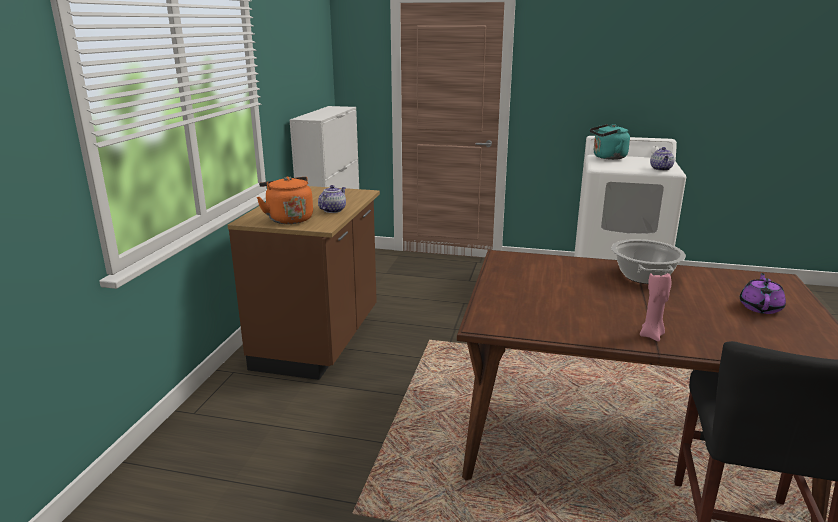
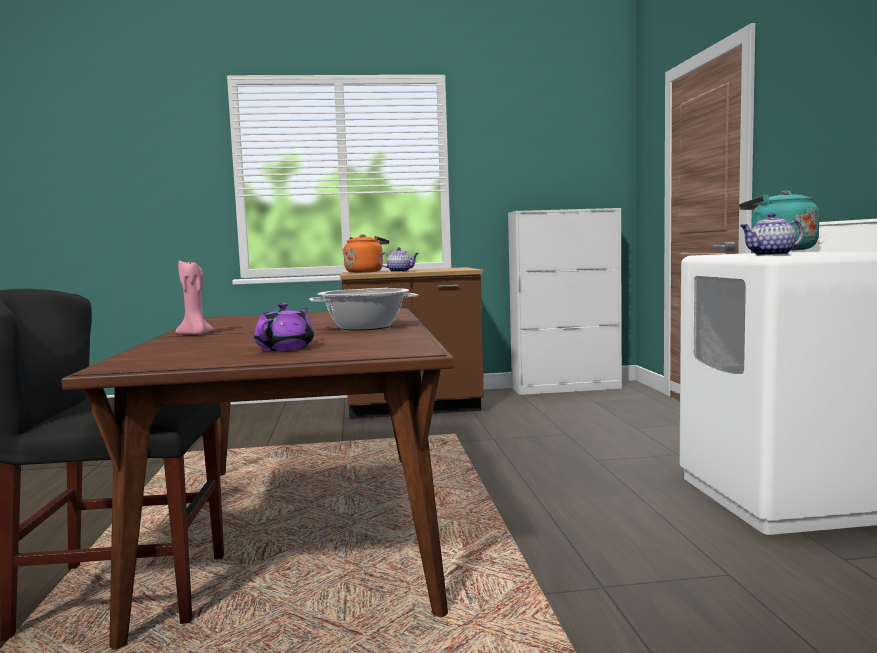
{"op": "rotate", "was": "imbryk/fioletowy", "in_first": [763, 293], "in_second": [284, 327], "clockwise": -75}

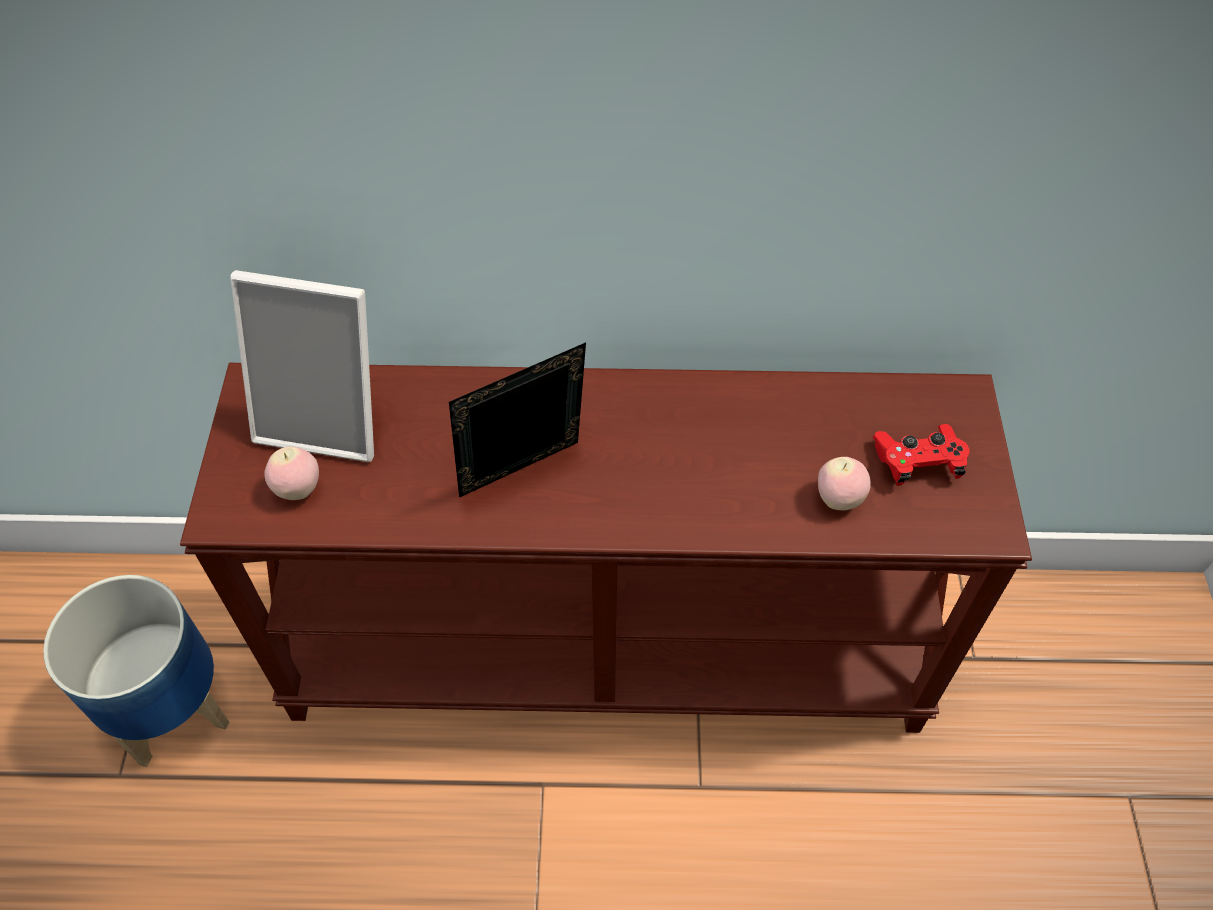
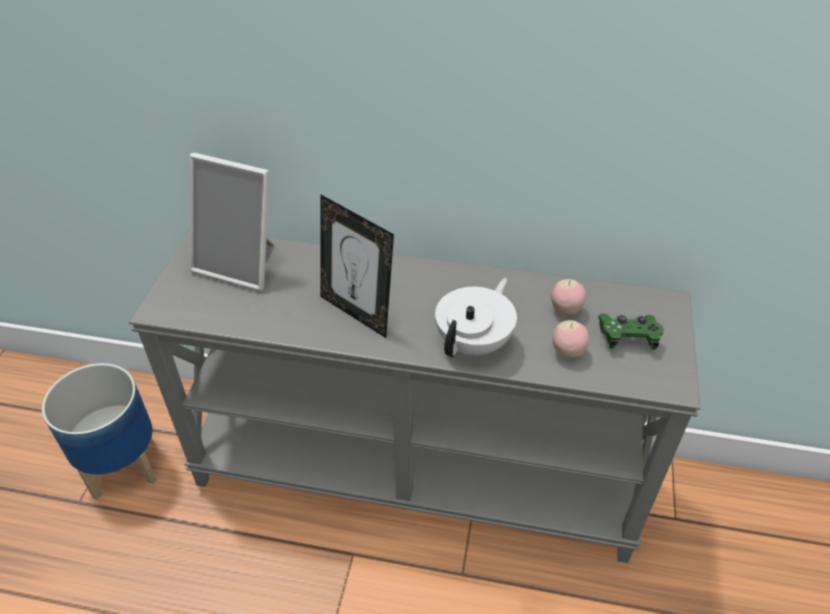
{"op": "recolor", "was": "stolik konsolowy/brązowy", "now": "stolik konsolowy/szary", "in_first": [606, 548], "in_second": [415, 395]}
{"op": "move", "was": "jabłko", "in_first": [291, 473], "in_second": [568, 297]}
{"op": "rotate", "was": "ramka na zdjęcie", "in_first": [517, 420], "in_second": [357, 266], "clockwise": -120}
{"op": "recolor", "was": "pad do gier/czerwony", "now": "pad do gier/zielony", "in_first": [921, 455], "in_second": [631, 332]}
{"op": "insert", "now": "imbryk/biały", "in_second": [476, 318]}

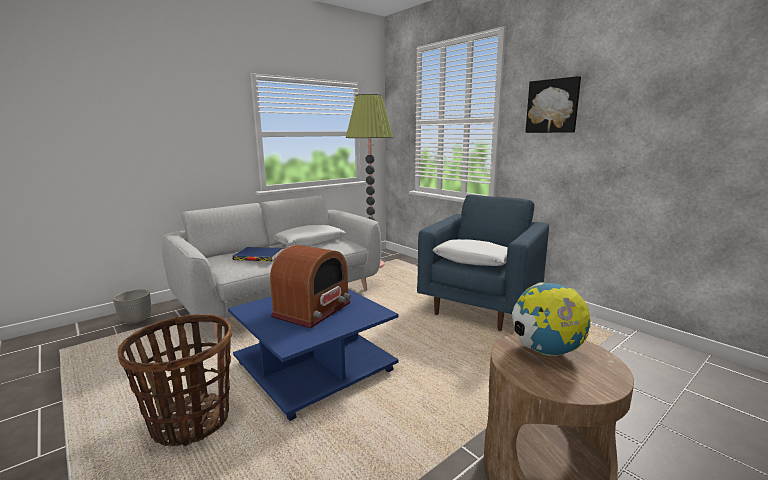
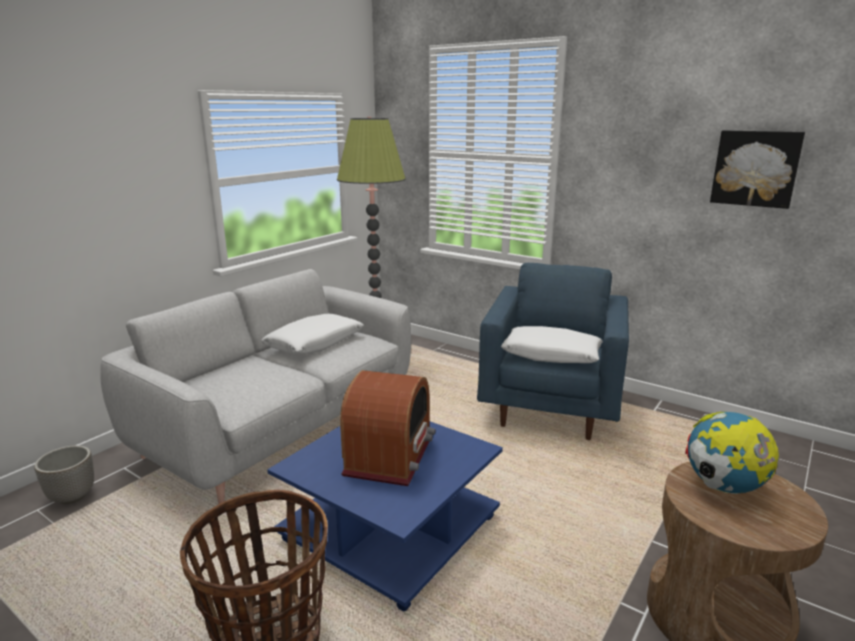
{"op": "delete", "was": "książka/niebieski", "in_first": [257, 254]}
{"op": "move", "was": "obraz", "in_first": [553, 104], "in_second": [757, 169]}

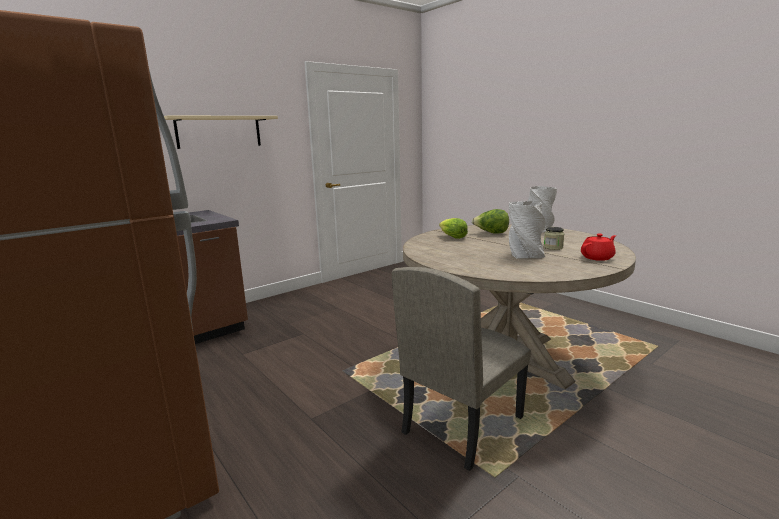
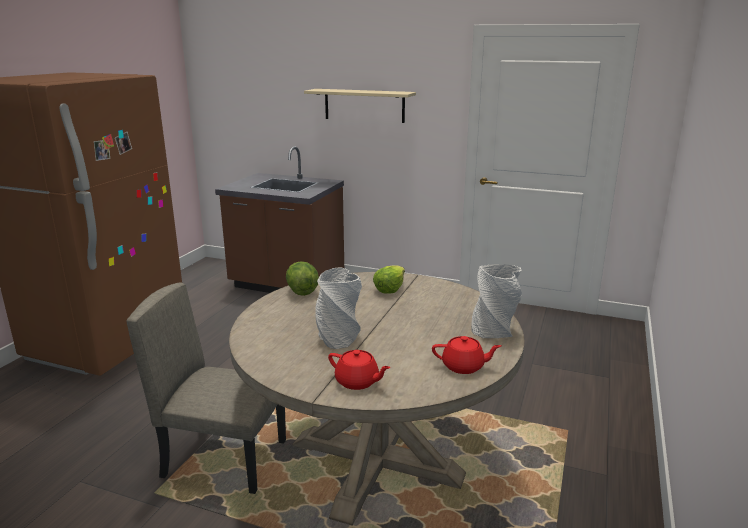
{"op": "move", "was": "sałata", "in_first": [490, 221], "in_second": [302, 278]}
{"op": "delete", "was": "słoik", "in_first": [554, 238]}
{"op": "insert", "now": "imbryk/czerwony", "in_second": [466, 355]}

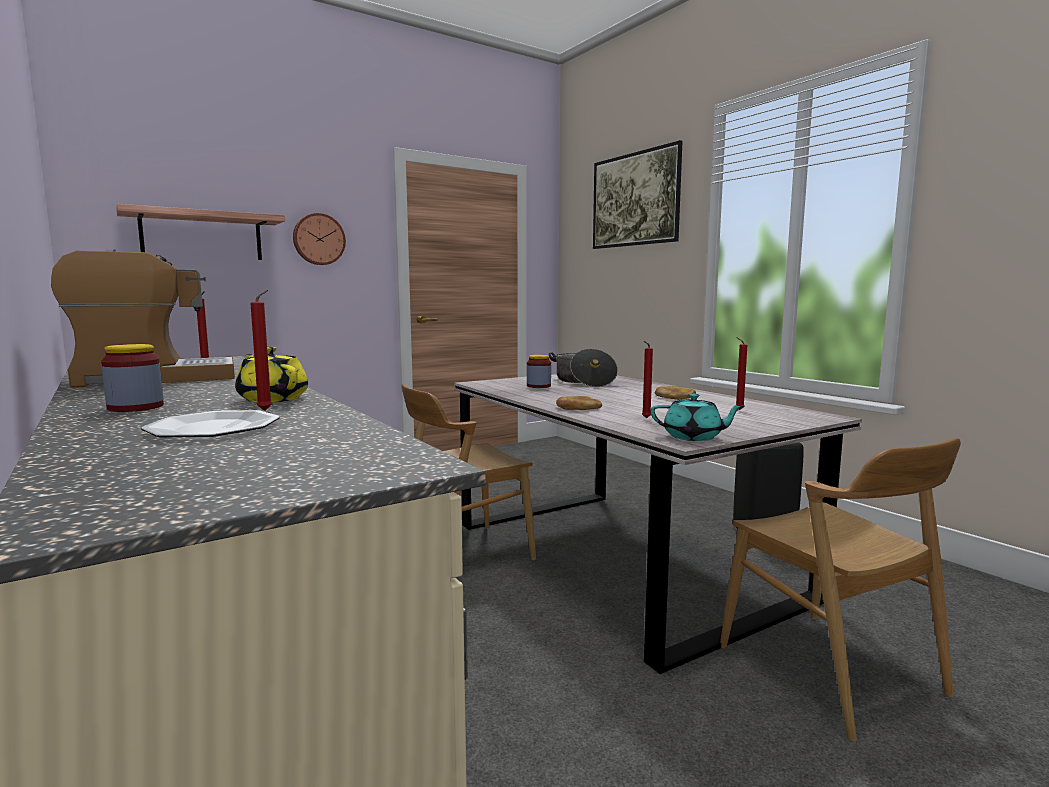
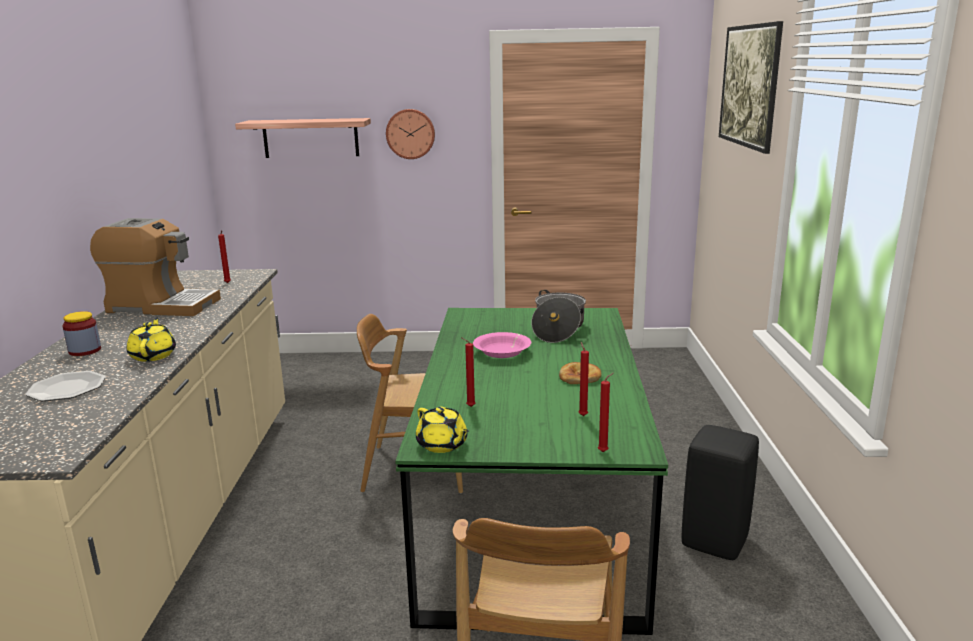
{"op": "move", "was": "świeca/czerwony", "in_first": [261, 350], "in_second": [605, 412]}
{"op": "recolor", "was": "stół jadalny/szary", "now": "stół jadalny/zielony", "in_first": [658, 524], "in_second": [531, 471]}
{"op": "delete", "was": "słoik", "in_first": [539, 371]}
{"op": "delete", "was": "chleb", "in_first": [579, 403]}
{"op": "recolor", "was": "imbryk/turkusowy", "now": "imbryk/żółty", "in_first": [697, 417], "in_second": [442, 430]}
{"op": "insert", "now": "miska/różowy", "in_second": [502, 345]}

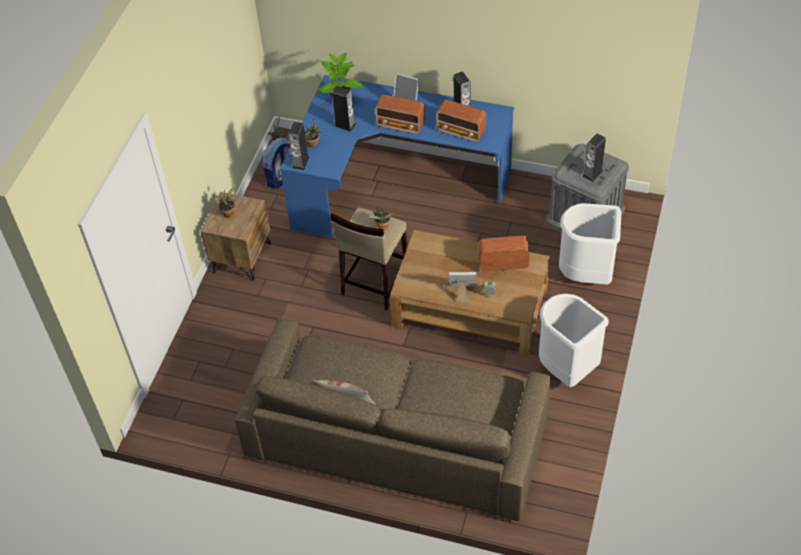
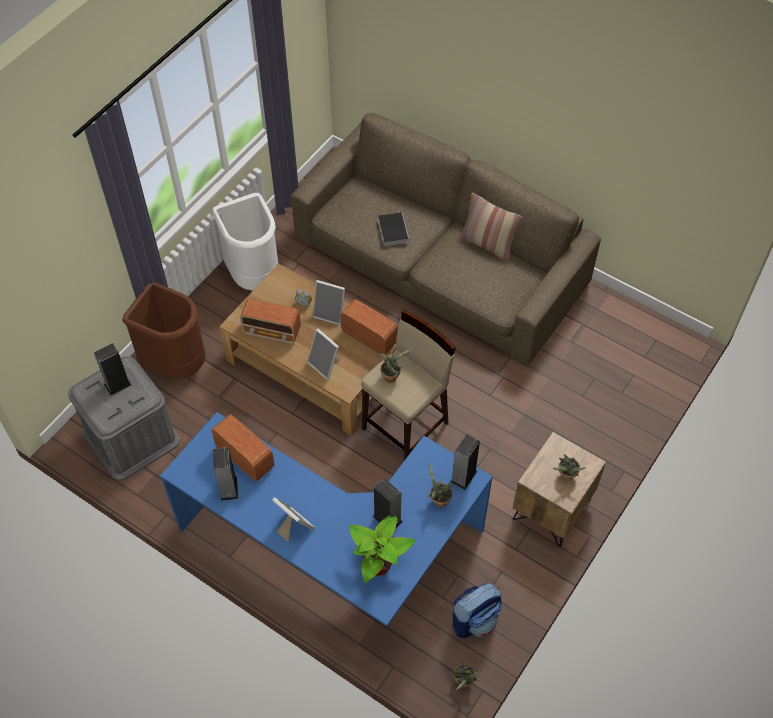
{"op": "move", "was": "radio", "in_first": [400, 114], "in_second": [369, 326]}
{"op": "recolor", "was": "kosz na śmieci/biały", "now": "kosz na śmieci/brązowy", "in_first": [590, 244], "in_second": [163, 330]}
{"op": "insert", "now": "ramka na zdjęcie", "in_second": [323, 354]}
{"op": "insert", "now": "książka", "in_second": [393, 228]}

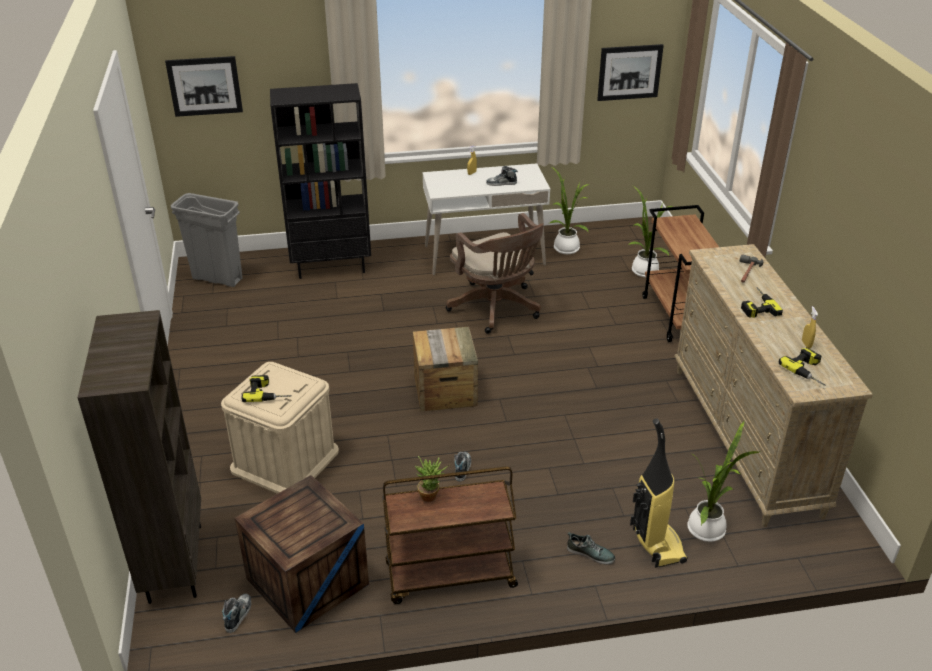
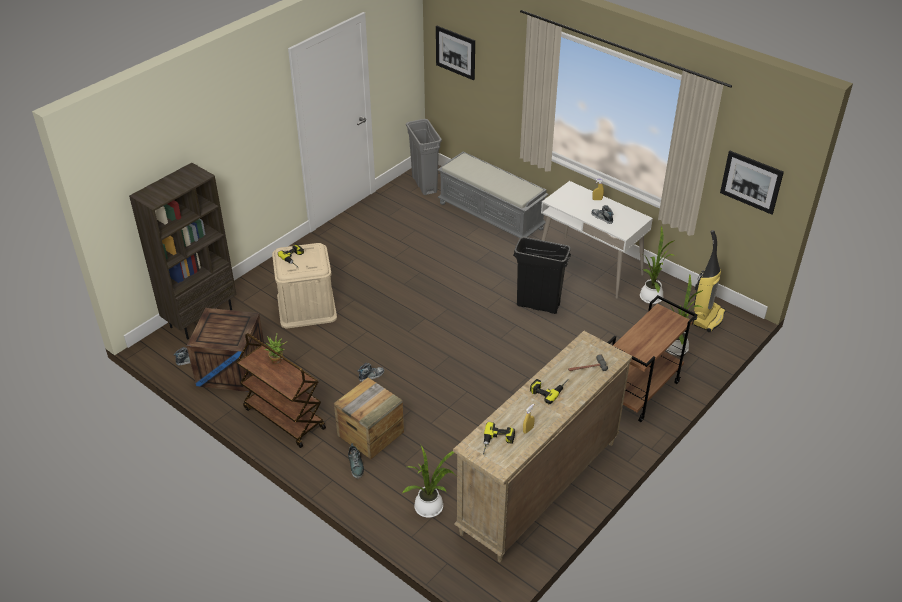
{"op": "replace", "was": "regał/czarny", "now": "ławka/szary", "in_first": [320, 181], "in_second": [493, 195]}
{"op": "move", "was": "skrzynka", "in_first": [445, 369], "in_second": [369, 418]}
{"op": "replace", "was": "krzesło biurowe/brązowy", "now": "kosz na śmieci/czarny", "in_first": [495, 273], "in_second": [542, 275]}
{"op": "move", "was": "odkurzacz", "in_first": [658, 493], "in_second": [709, 281]}

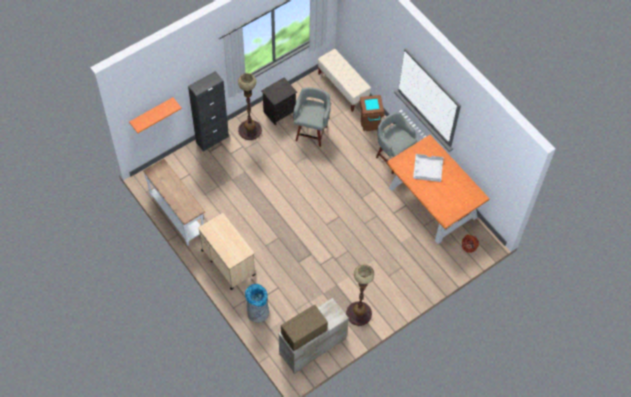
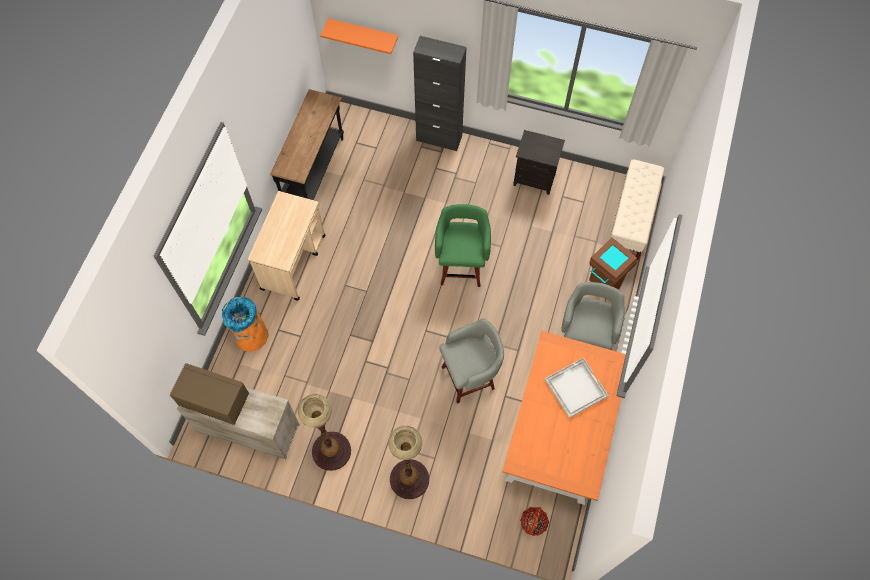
{"op": "recolor", "was": "stolik konsolowy/biały", "now": "stolik konsolowy/czarny", "in_first": [174, 202], "in_second": [307, 144]}
{"op": "move", "was": "lampa stojąca", "in_first": [250, 106], "in_second": [408, 462]}
{"op": "recolor", "was": "kosz na śmieci/szary", "now": "kosz na śmieci/pomarańczowy", "in_first": [257, 303], "in_second": [245, 324]}
{"op": "move", "was": "stołek/szary", "in_first": [312, 117], "in_second": [471, 361]}
{"op": "insert", "now": "stołek/zielony", "in_second": [463, 245]}

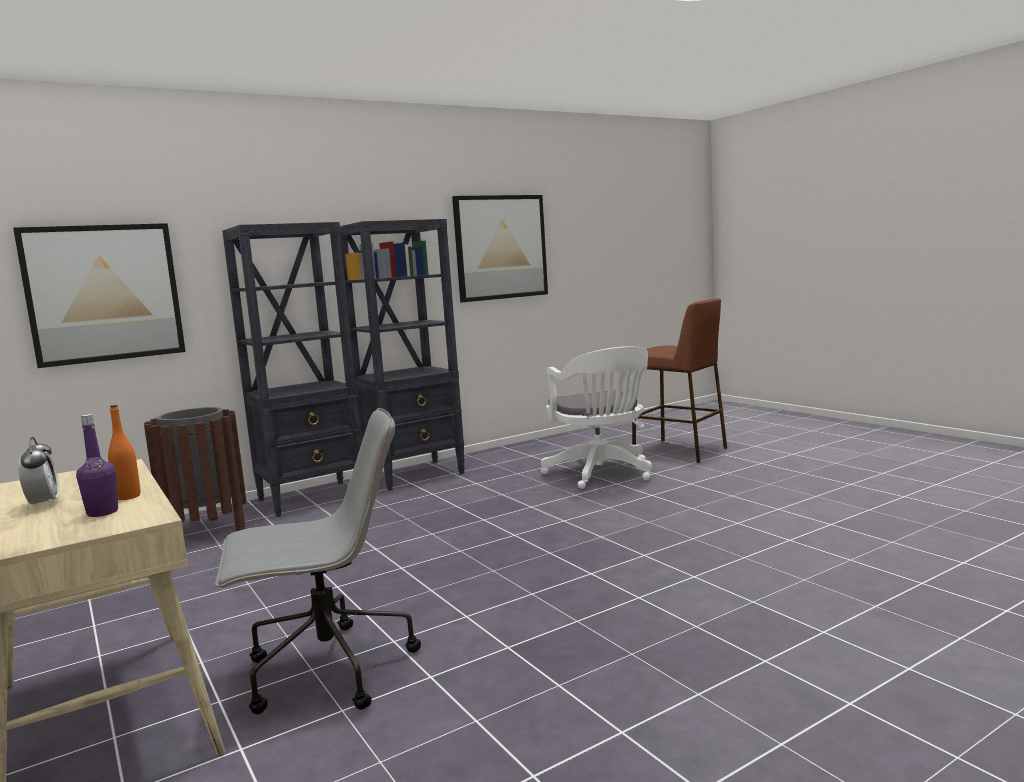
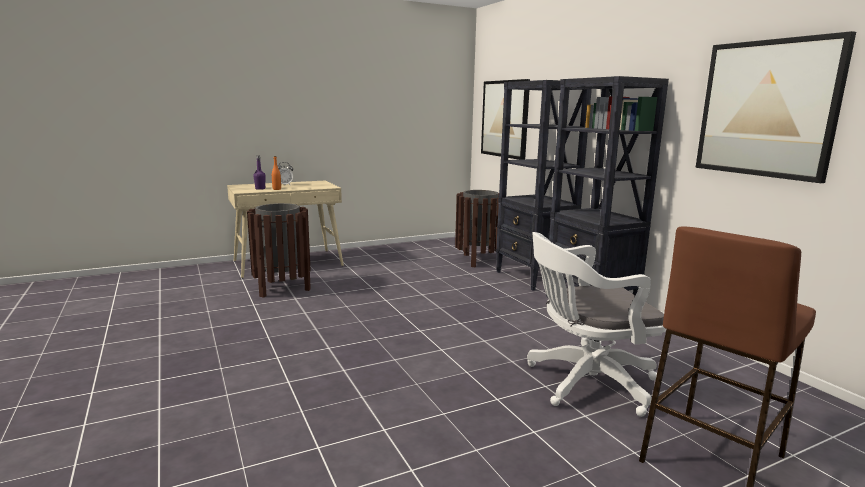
{"op": "replace", "was": "krzesło biurowe/szary", "now": "kosz na śmieci/brązowy", "in_first": [318, 561], "in_second": [279, 250]}

